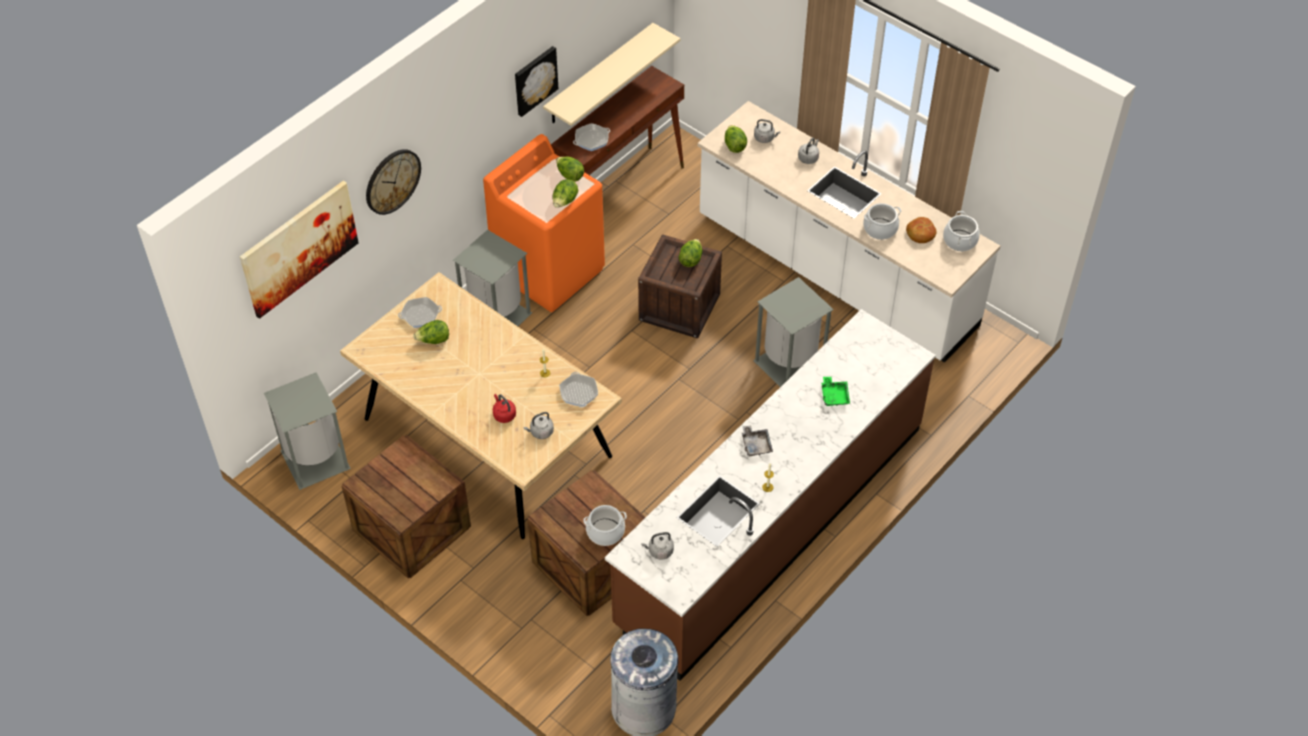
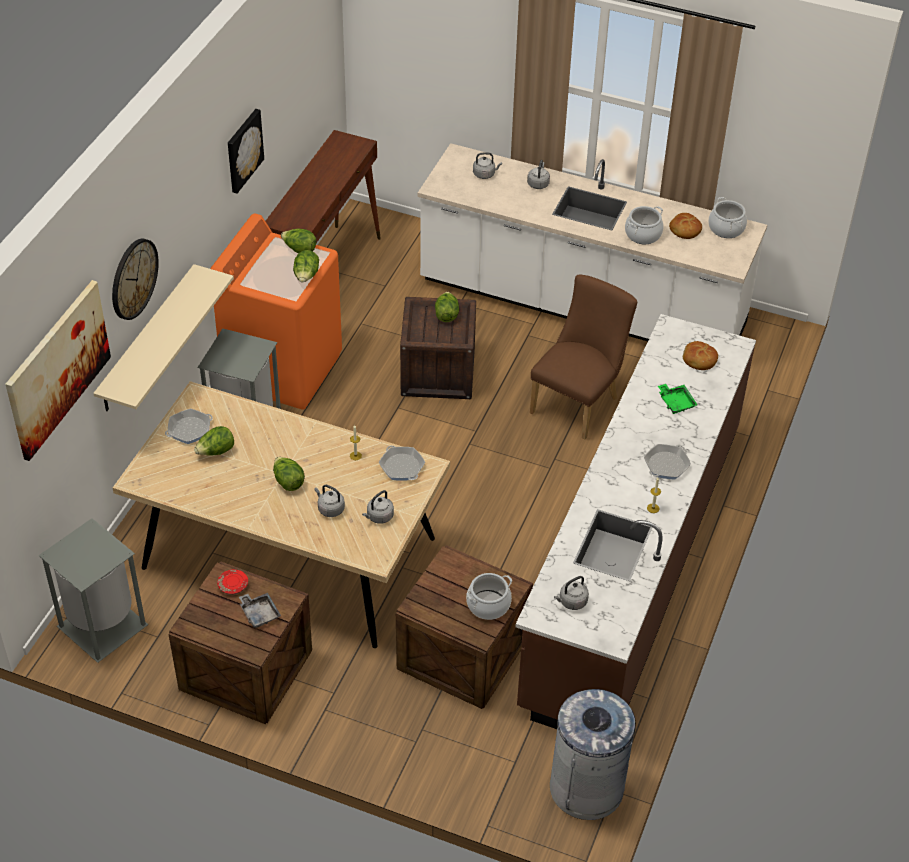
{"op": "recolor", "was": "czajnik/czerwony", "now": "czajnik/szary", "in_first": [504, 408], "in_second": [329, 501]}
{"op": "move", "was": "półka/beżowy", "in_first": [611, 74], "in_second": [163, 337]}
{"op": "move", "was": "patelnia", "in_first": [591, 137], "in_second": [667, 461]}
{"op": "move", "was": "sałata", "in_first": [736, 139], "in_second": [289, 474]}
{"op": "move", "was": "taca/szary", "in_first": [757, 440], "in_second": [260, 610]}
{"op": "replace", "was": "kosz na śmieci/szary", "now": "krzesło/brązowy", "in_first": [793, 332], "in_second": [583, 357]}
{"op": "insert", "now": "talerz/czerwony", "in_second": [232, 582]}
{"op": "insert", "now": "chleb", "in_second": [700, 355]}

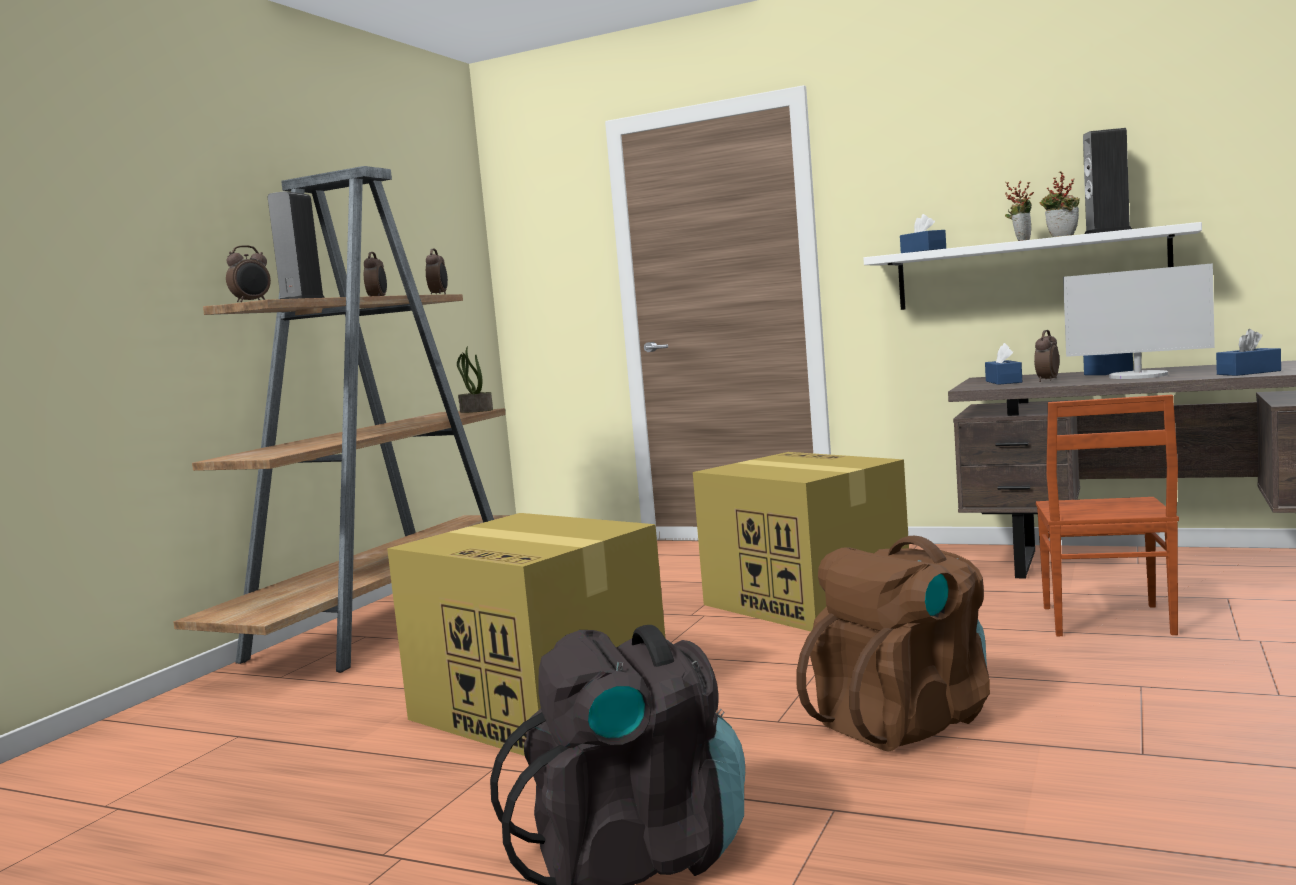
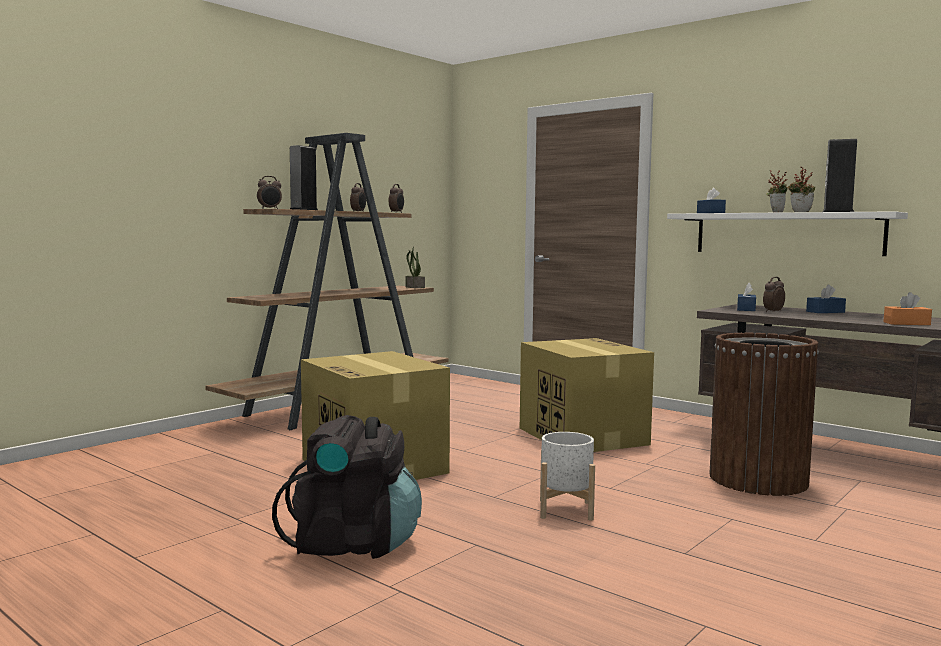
{"op": "replace", "was": "plecak/brązowy", "now": "donica/biały", "in_first": [893, 643], "in_second": [567, 476]}
{"op": "replace", "was": "krzesło/brązowy", "now": "kosz na śmieci/brązowy", "in_first": [1107, 515], "in_second": [764, 414]}
{"op": "delete", "was": "monitor", "in_first": [1139, 321]}
{"op": "recolor", "was": "pudełko chusteczek/niebieski", "now": "pudełko chusteczek/pomarańczowy", "in_first": [1248, 352], "in_second": [907, 308]}

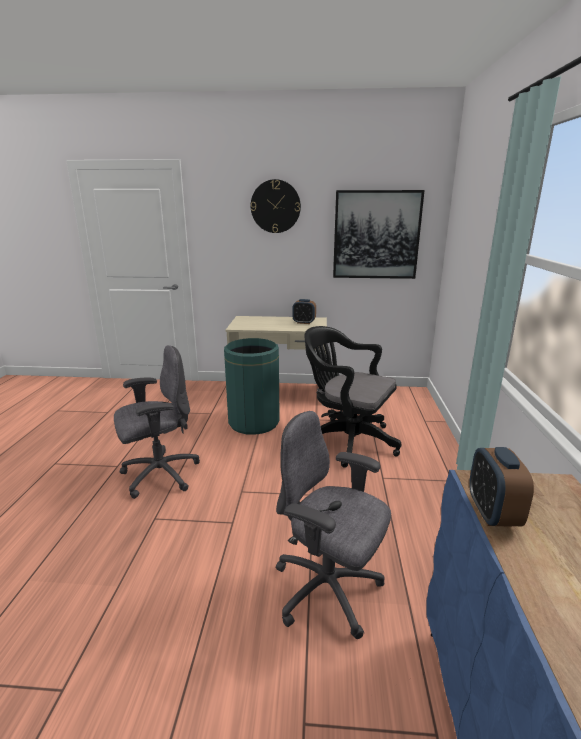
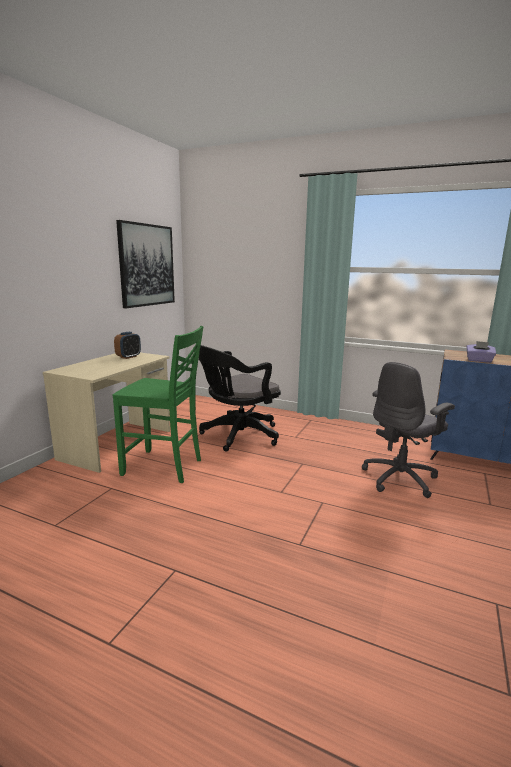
{"op": "delete", "was": "krzesło biurowe/szary", "in_first": [157, 422]}
{"op": "replace", "was": "kosz na śmieci/zielony", "now": "krzesło/zielony", "in_first": [252, 386], "in_second": [158, 404]}
{"op": "delete", "was": "zegar ścienny", "in_first": [276, 206]}
{"op": "replace", "was": "budzik", "now": "pudełko chusteczek/fioletowy", "in_first": [501, 487], "in_second": [481, 352]}

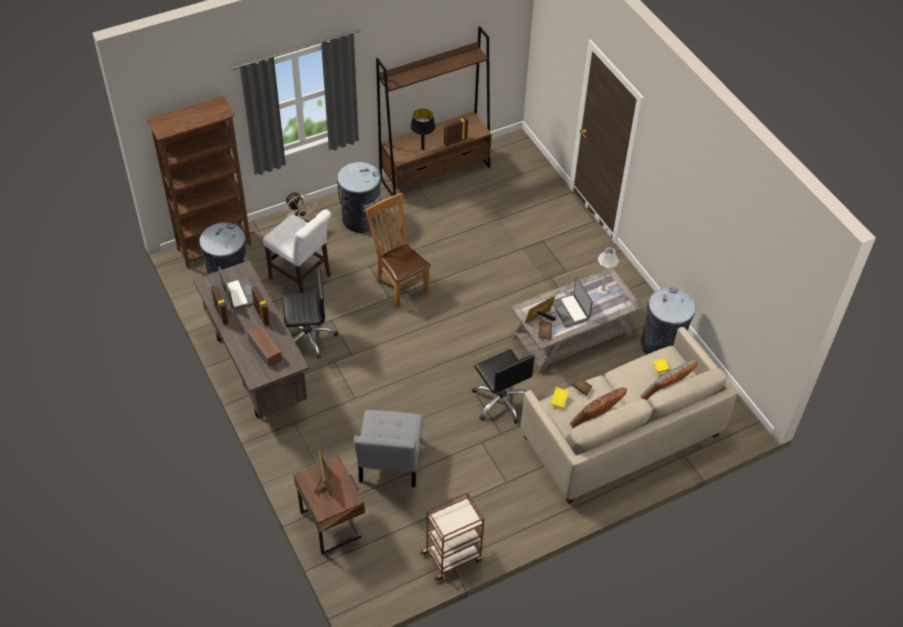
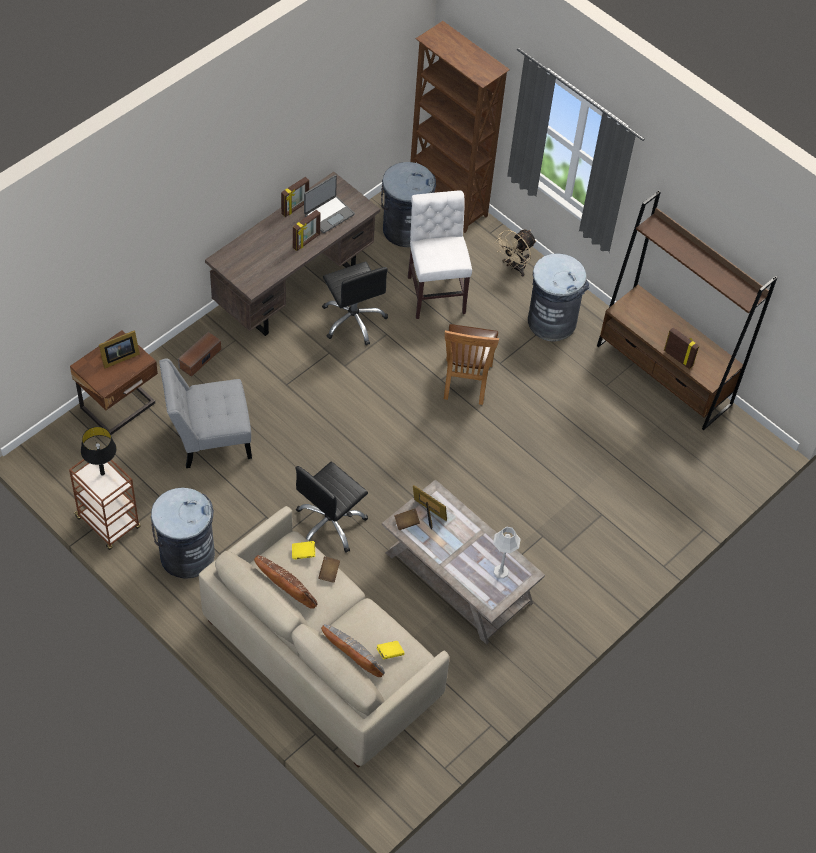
{"op": "move", "was": "głośnik", "in_first": [264, 346], "in_second": [199, 354]}
{"op": "rotate", "was": "krzesło/biały", "in_first": [297, 251], "in_second": [440, 255], "clockwise": 150}
{"op": "rotate", "was": "krzesło/brązowy", "in_first": [398, 250], "in_second": [471, 364], "clockwise": 150}
{"op": "move", "was": "lampa stołowa/czarny", "in_first": [423, 129], "in_second": [99, 451]}
{"op": "delete", "was": "laptop", "in_first": [572, 302]}
{"op": "move", "was": "kosz na śmieci/szary", "in_first": [668, 321], "in_second": [183, 533]}

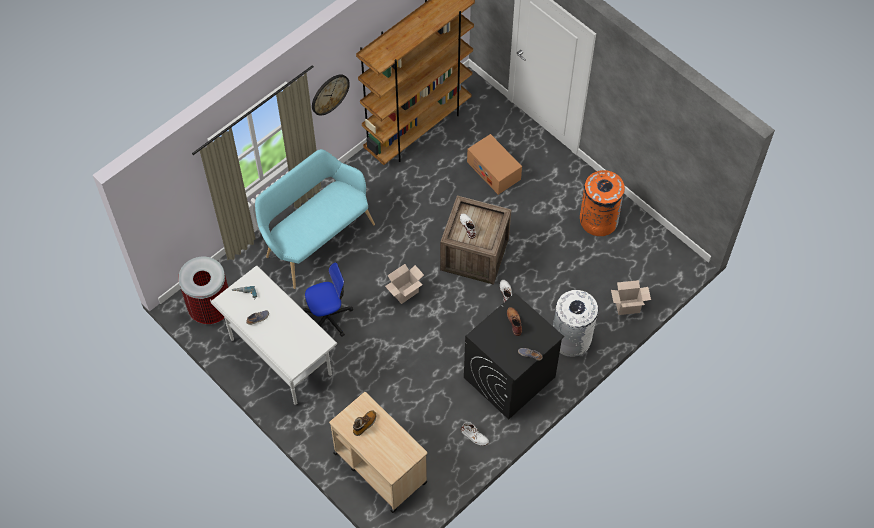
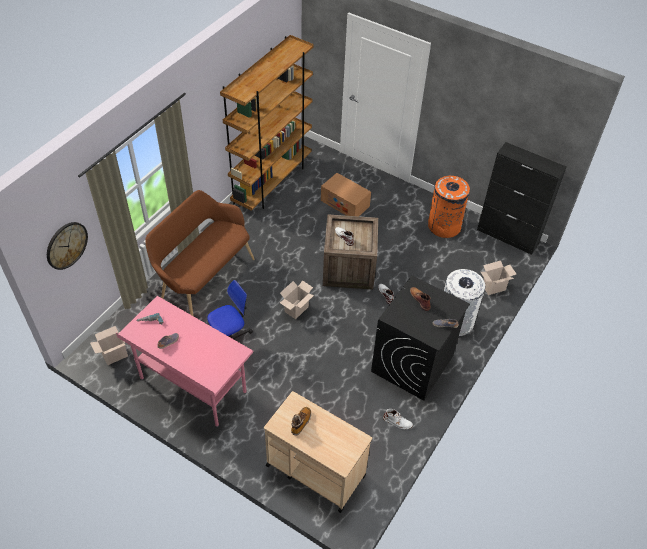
{"op": "replace", "was": "kosz na śmieci", "now": "karton", "in_first": [203, 290], "in_second": [109, 345]}
{"op": "recolor", "was": "biurko/biały", "now": "biurko/różowy", "in_first": [273, 335], "in_second": [184, 361]}
{"op": "recolor", "was": "ławka/turkusowy", "now": "ławka/brązowy", "in_first": [315, 219], "in_second": [200, 253]}
{"op": "move", "was": "zegar ścienny", "in_first": [331, 95], "in_second": [67, 246]}
{"op": "insert", "now": "szafka/czarny", "in_second": [521, 198]}

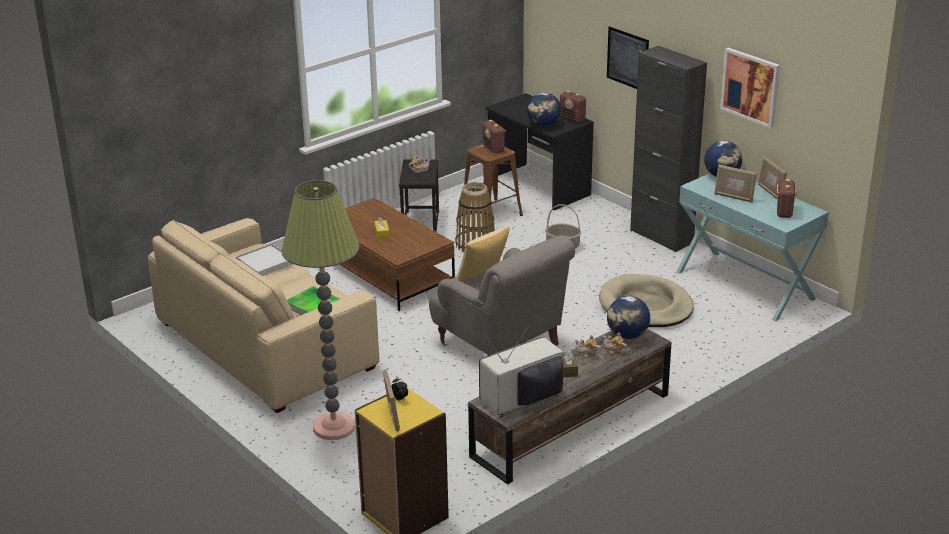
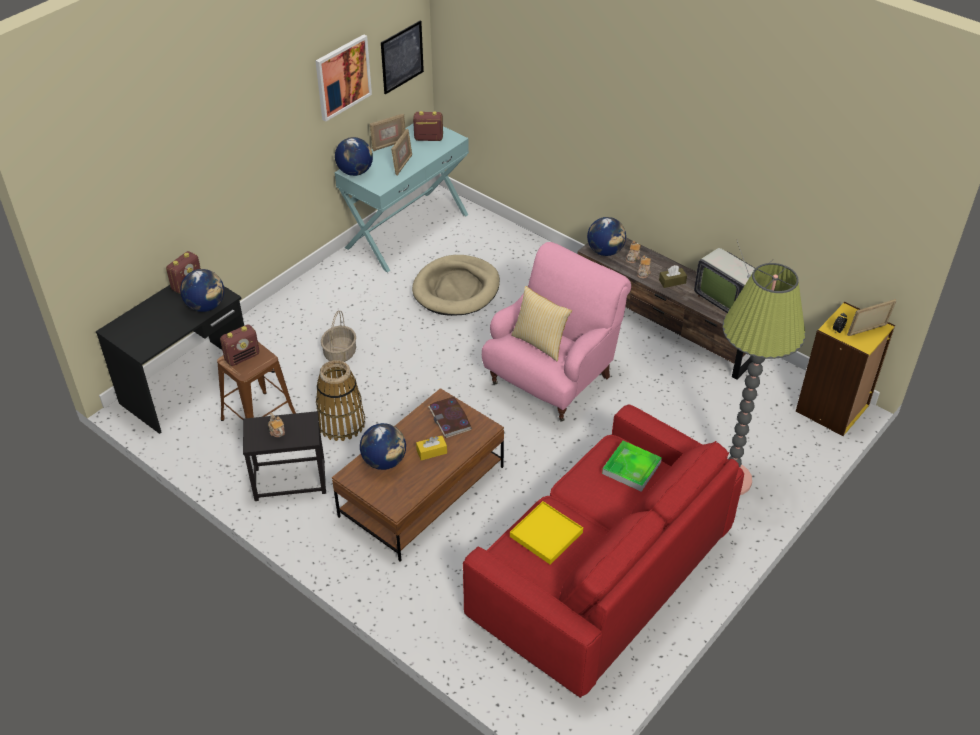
{"op": "recolor", "was": "kanapa/beżowy", "now": "kanapa/czerwony", "in_first": [263, 315], "in_second": [603, 551]}
{"op": "recolor", "was": "taca/biały", "now": "taca/żółty", "in_first": [264, 260], "in_second": [546, 533]}
{"op": "recolor", "was": "fotel/szary", "now": "fotel/różowy", "in_first": [502, 295], "in_second": [556, 332]}
{"op": "move", "was": "obraz", "in_first": [628, 57], "in_second": [402, 57]}
{"op": "delete", "was": "szafka/czarny", "in_first": [668, 149]}
{"op": "insert", "now": "globus", "in_second": [383, 446]}
{"op": "insert", "now": "książka", "in_second": [449, 417]}

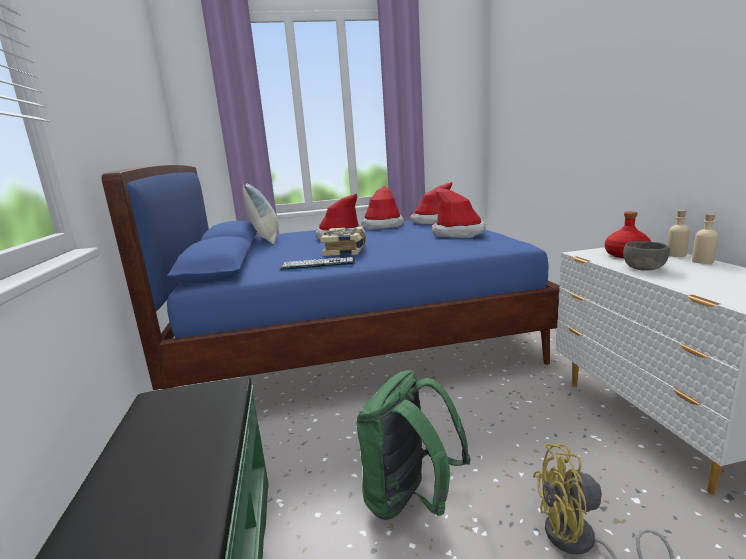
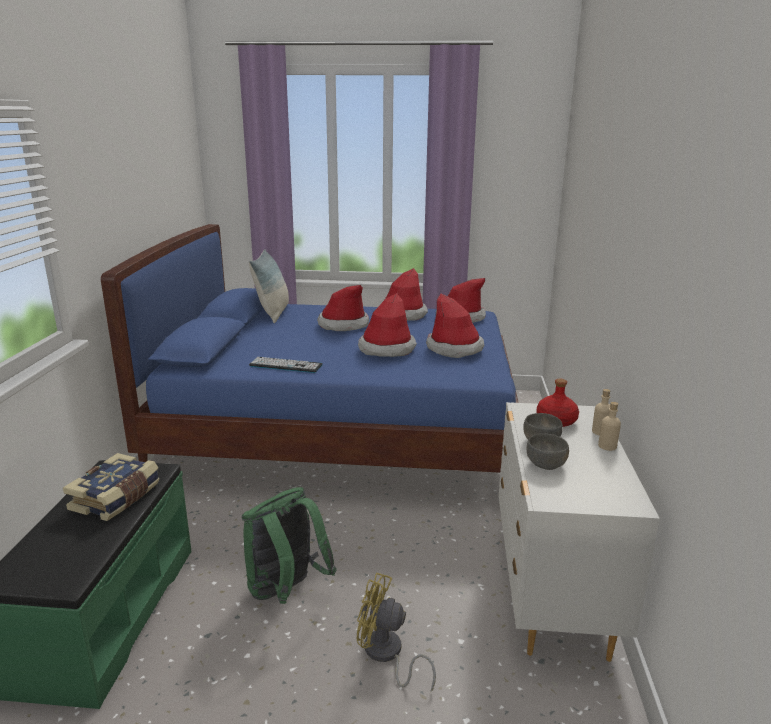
{"op": "move", "was": "książka", "in_first": [343, 241], "in_second": [111, 487]}
{"op": "insert", "now": "kapelusz", "in_second": [387, 325]}
{"op": "insert", "now": "miska/szary", "in_second": [548, 451]}

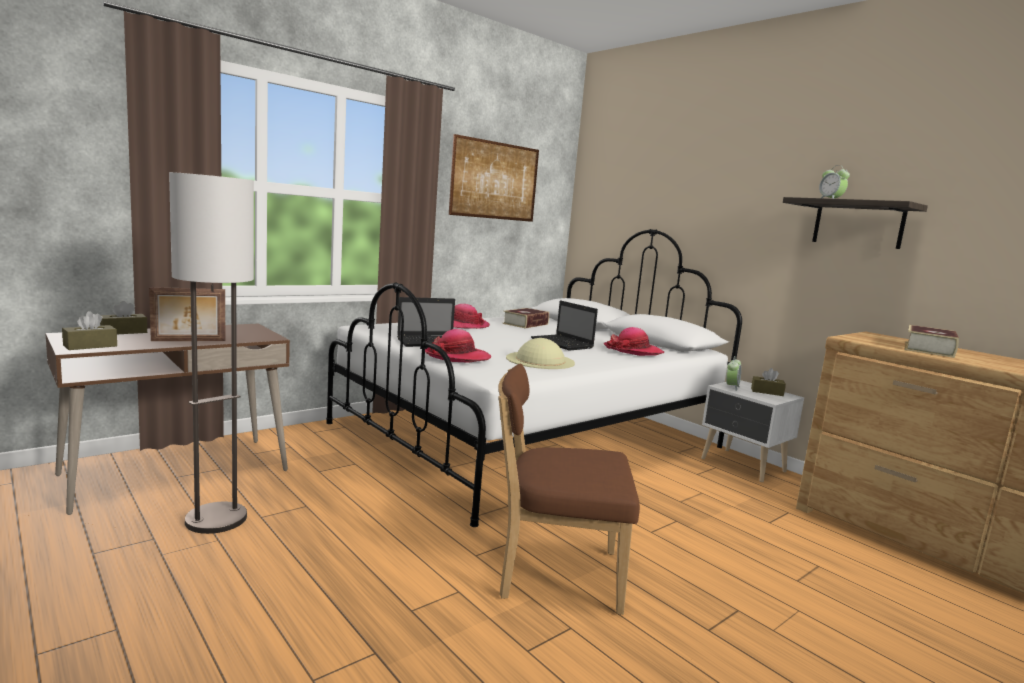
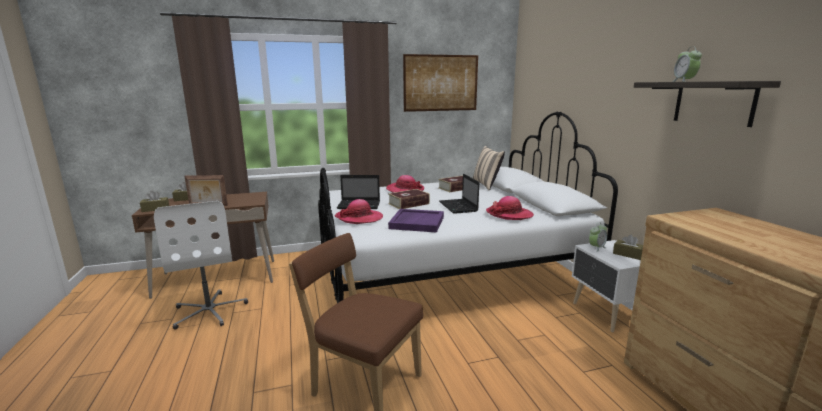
{"op": "replace", "was": "lampa stojąca", "now": "krzesło biurowe/biały", "in_first": [211, 353], "in_second": [201, 265]}
{"op": "replace", "was": "kapelusz/beżowy", "now": "taca/fioletowy", "in_first": [540, 353], "in_second": [416, 221]}
{"op": "move", "was": "książka", "in_first": [931, 341], "in_second": [409, 199]}
{"op": "insert", "now": "poduszka/beżowy", "in_second": [489, 168]}

